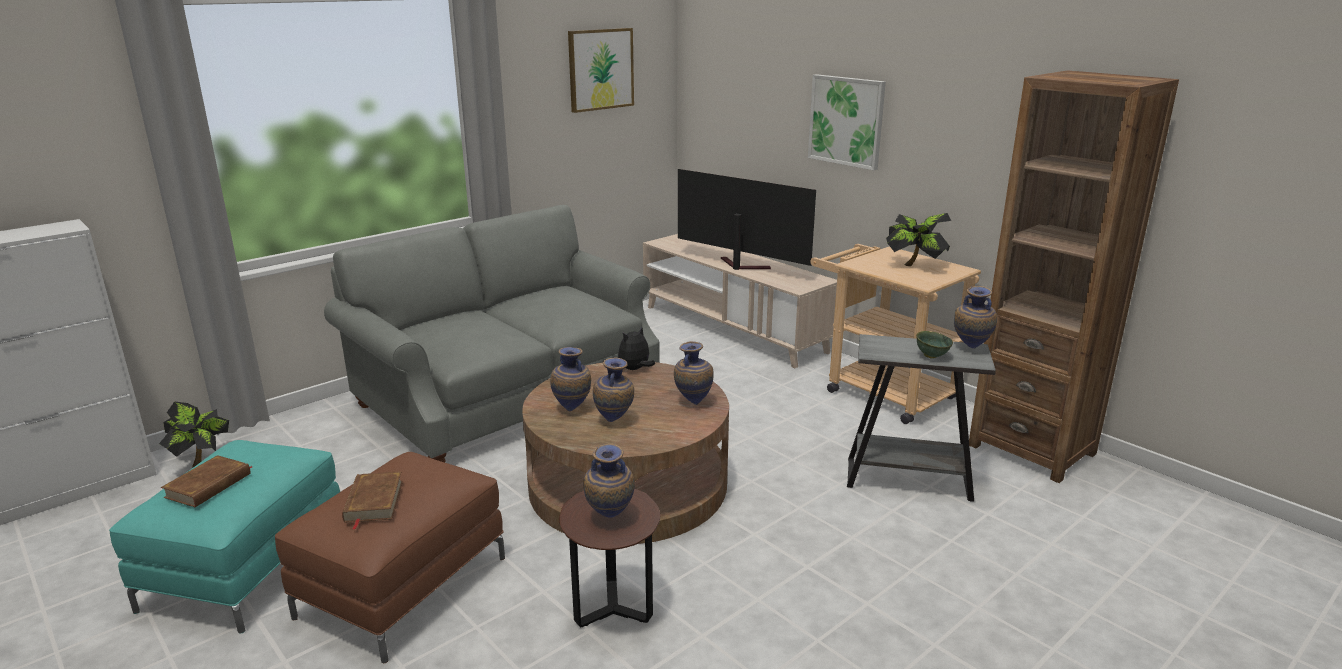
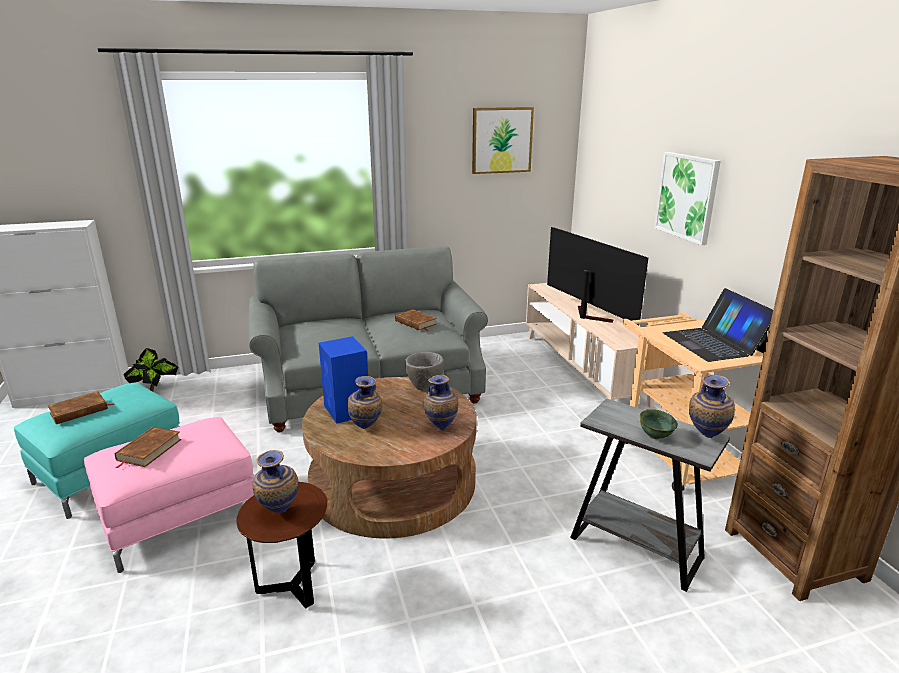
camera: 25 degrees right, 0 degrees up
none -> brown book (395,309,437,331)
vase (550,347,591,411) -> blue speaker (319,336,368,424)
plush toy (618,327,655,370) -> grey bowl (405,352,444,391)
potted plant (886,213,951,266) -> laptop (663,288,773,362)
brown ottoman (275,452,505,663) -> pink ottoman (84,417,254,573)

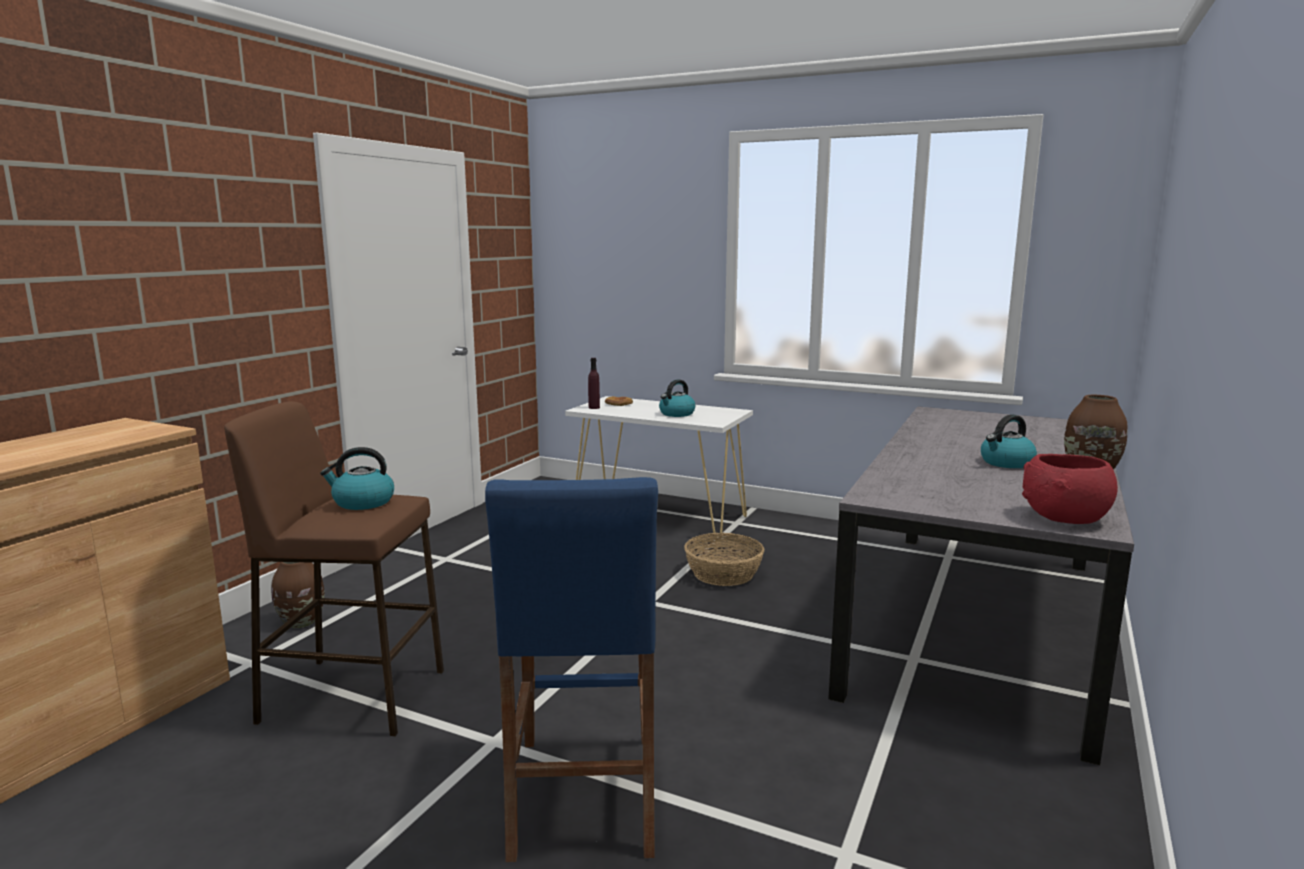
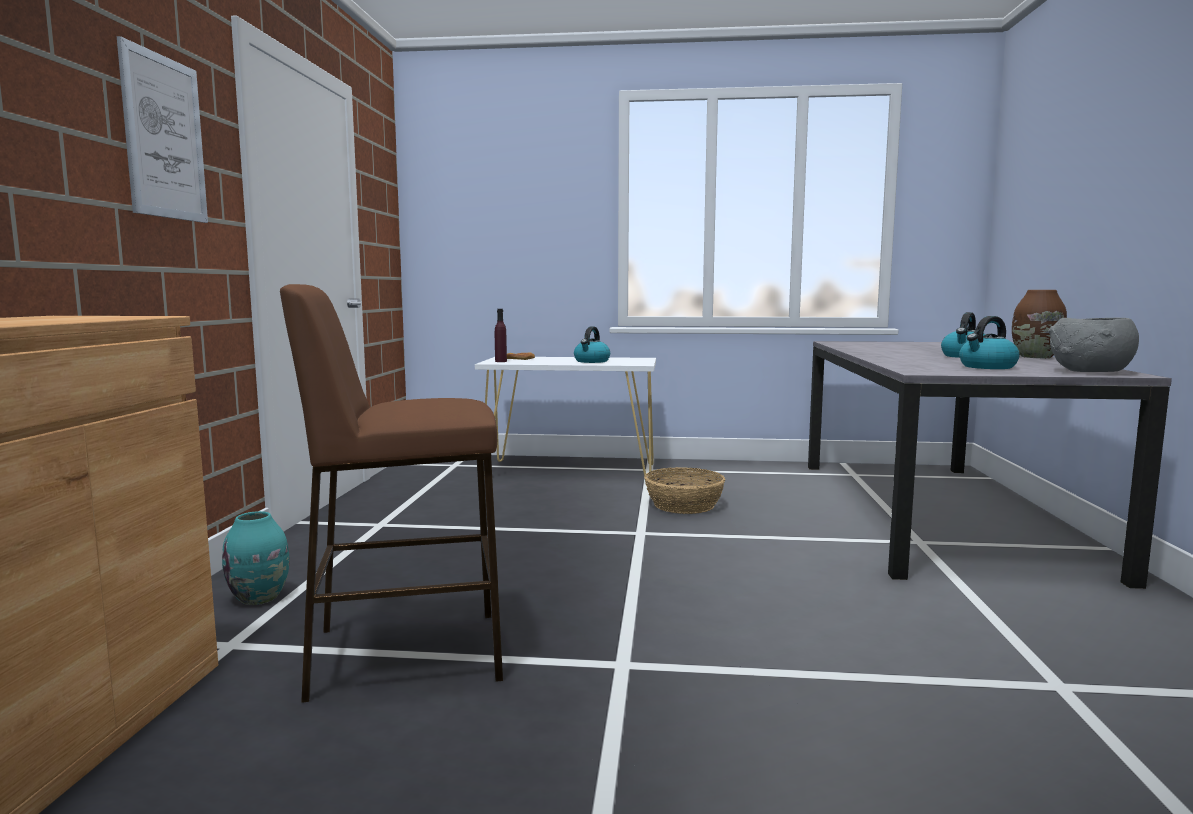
camera: 20 degrees left, 5 degrees down
blue stool (485,477,658,862) -> none
none -> picture (117,36,208,223)
kettle (320,447,394,510) -> kettle (959,316,1020,369), move
brown vase (271,562,324,628) -> turquoise vase (222,511,289,605)
red bowl (1022,454,1118,524) -> grey bowl (1048,318,1139,372)

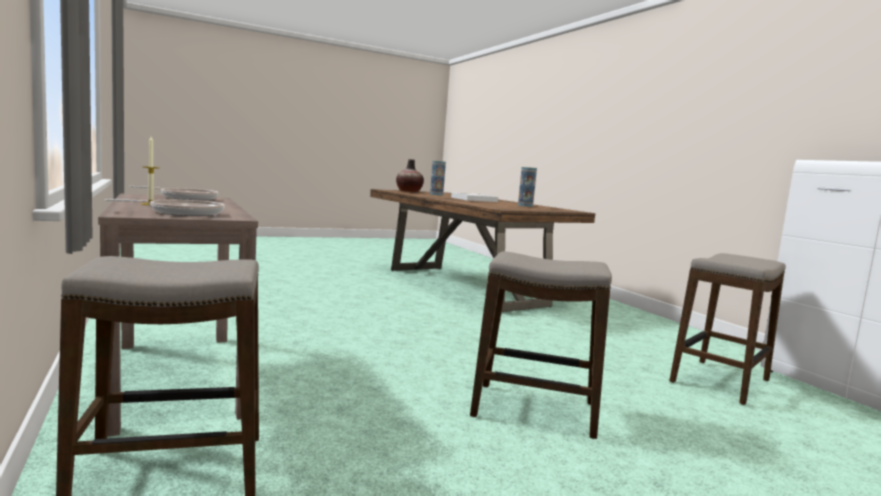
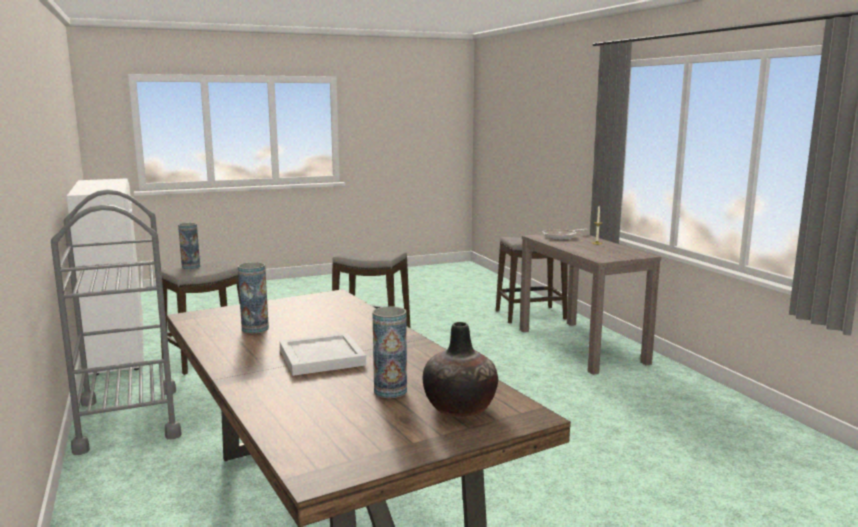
camera: 175 degrees left, 5 degrees up
frying pan (129,186,218,200) -> none
none -> grey cart (51,189,182,455)
none -> vase (178,223,200,269)

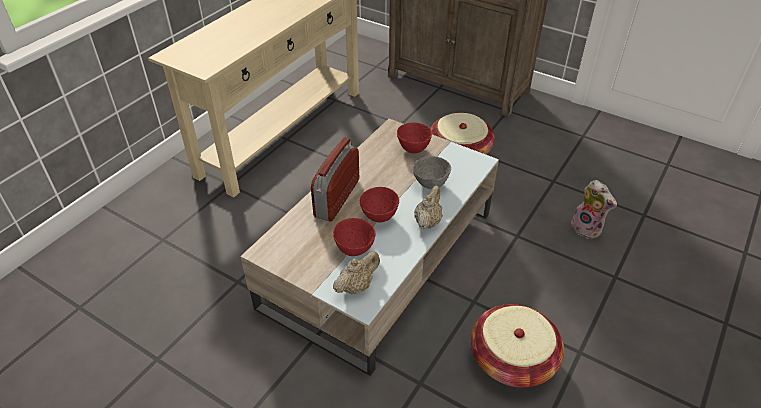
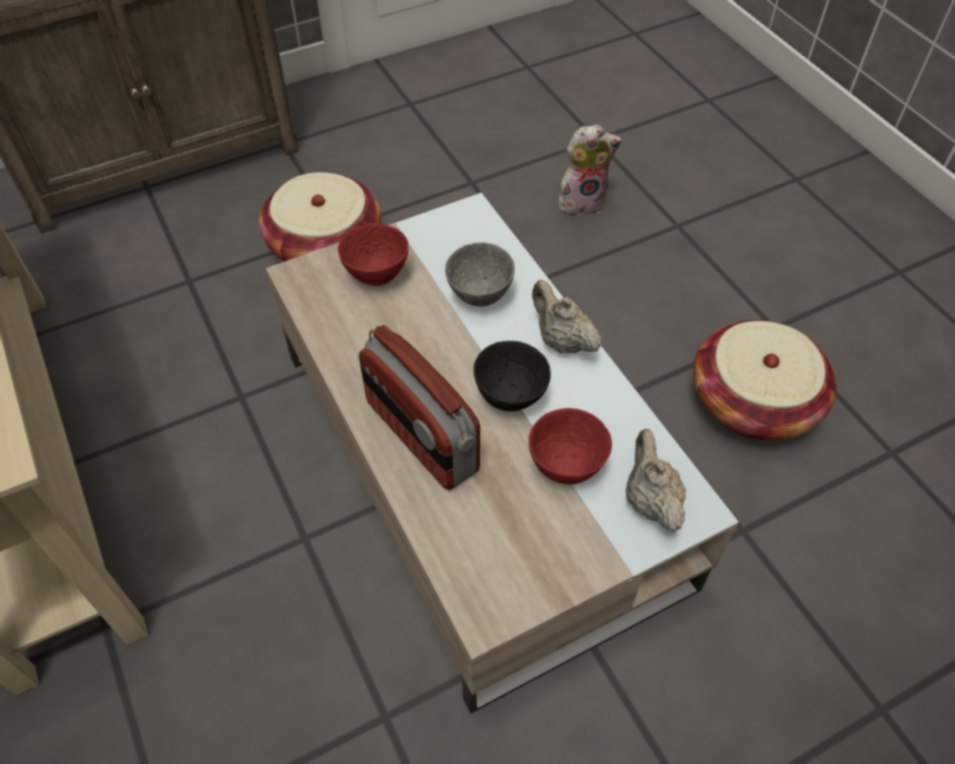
camera: 60 degrees left, 10 degrees up
red bowl (360,187,399,223) -> black bowl (474,341,551,411)

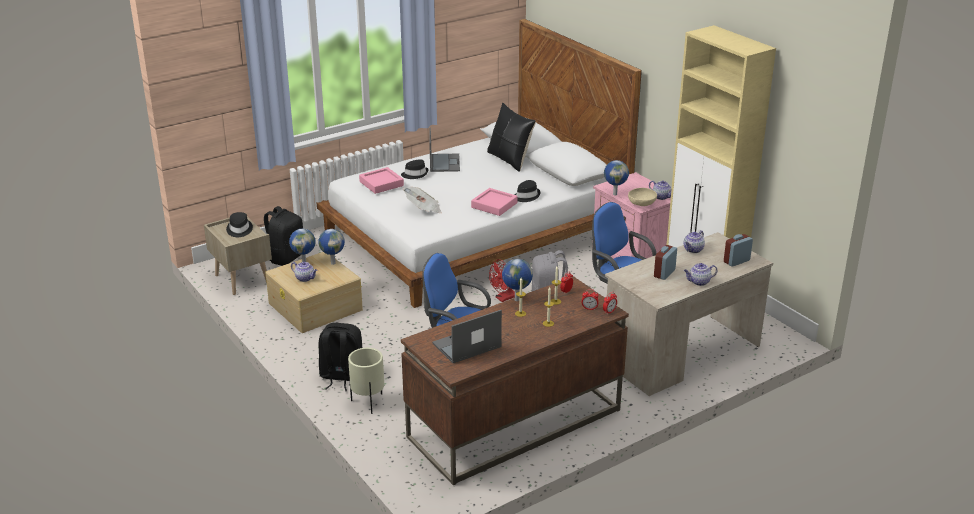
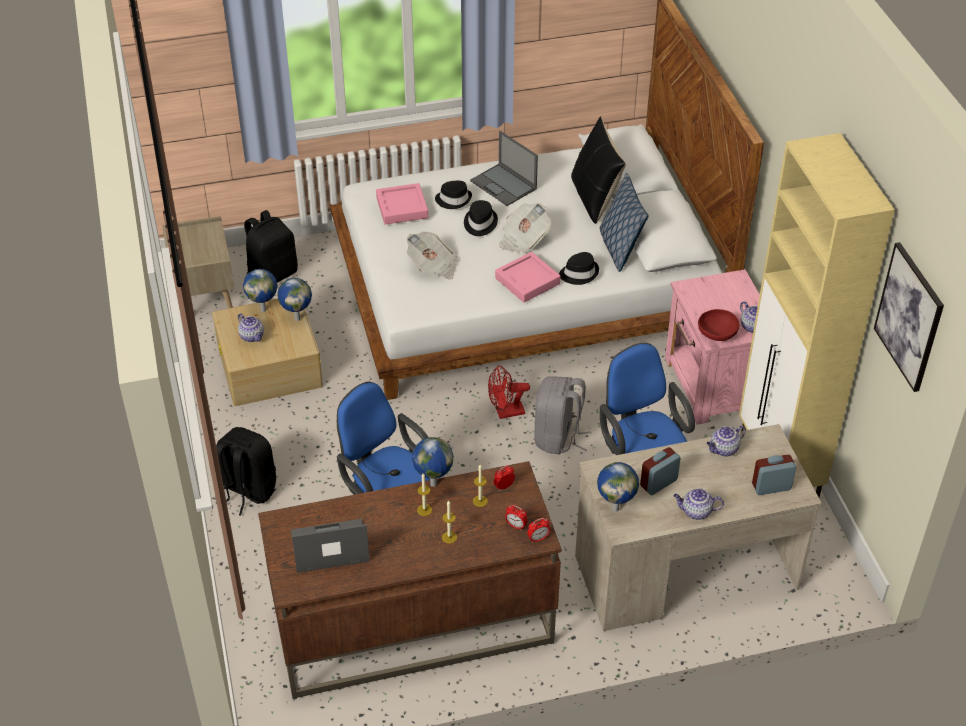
camera: 20 degrees right, 15 degrees up
beige planter (348,348,384,414) -> none
none -> newspaper (499,203,551,254)
none -> pillow (600,173,649,272)
none -> picture (874,242,944,392)
black hat (226,212,253,237) -> black hat (464,200,498,236), move
globe (604,160,629,196) -> globe (597,462,639,512), move
beige bowl (628,188,657,206) -> red bowl (698,309,739,341)
laptop (429,127,460,172) -> laptop (470,131,538,206), 120 degrees clockwise

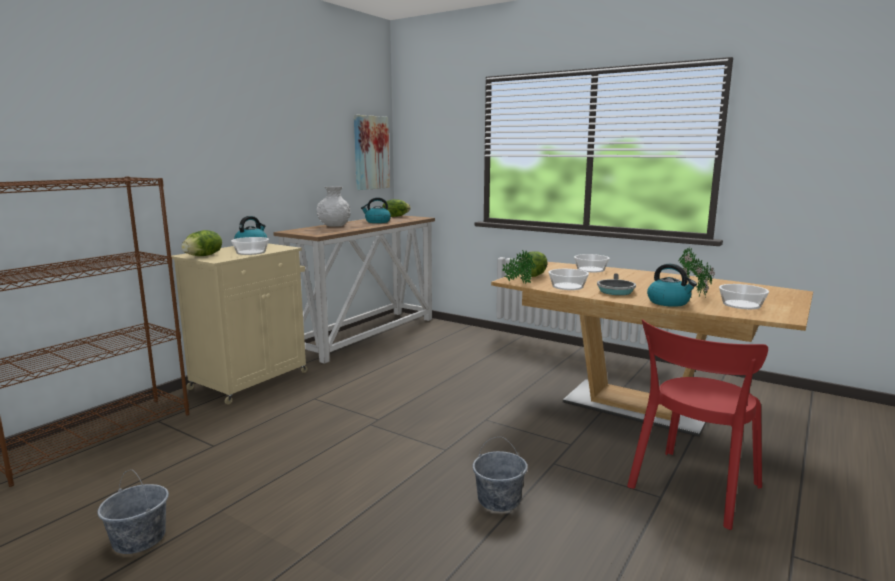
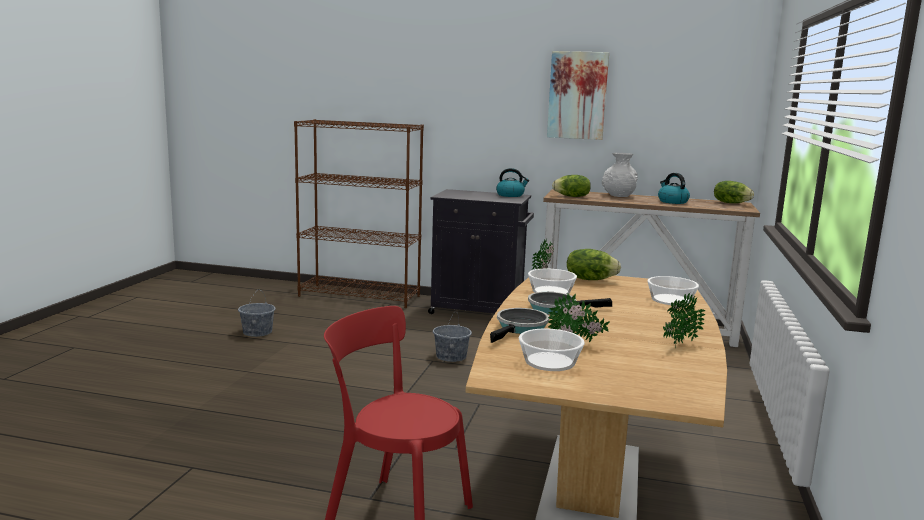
camera: 70 degrees right, 0 degrees up
bowl (231,237,269,255) -> none
lettuce (181,230,222,256) -> lettuce (552,175,591,197), move
picture (354,115,390,190) -> picture (547,51,609,140), move
grey bucket (473,437,528,512) -> grey bucket (433,311,472,362), move
kettle (647,264,697,307) -> frying pan (490,308,549,343)
beige cabinet (172,243,308,405) -> black cabinet (428,189,534,314)

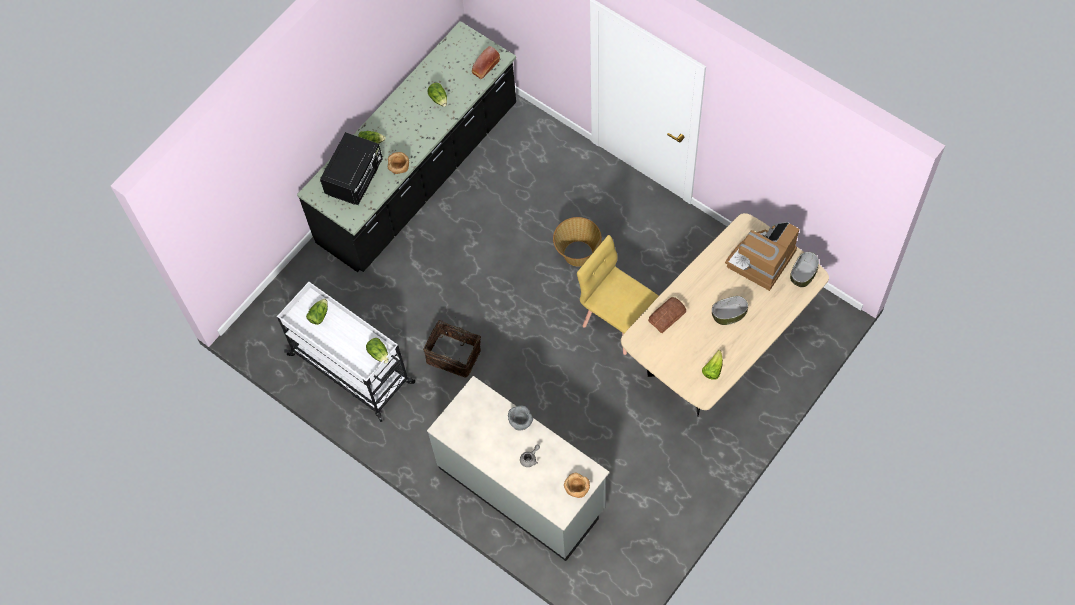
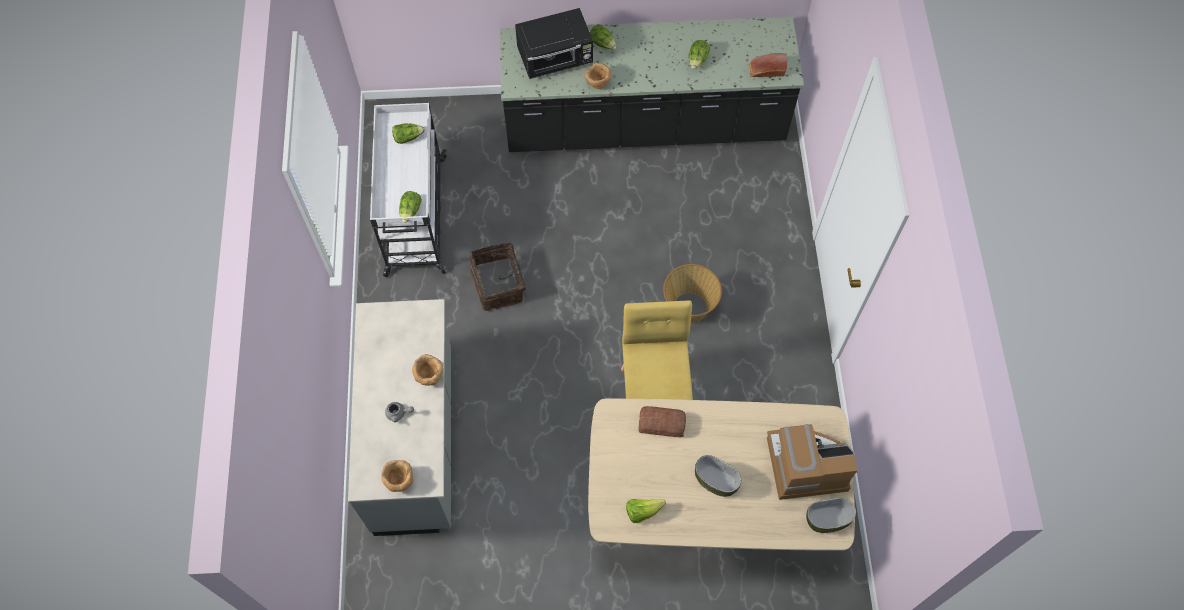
camera: 45 degrees right, 0 degrees up
grey bowl (508,405,533,431) -> brown bowl (412,354,443,386)

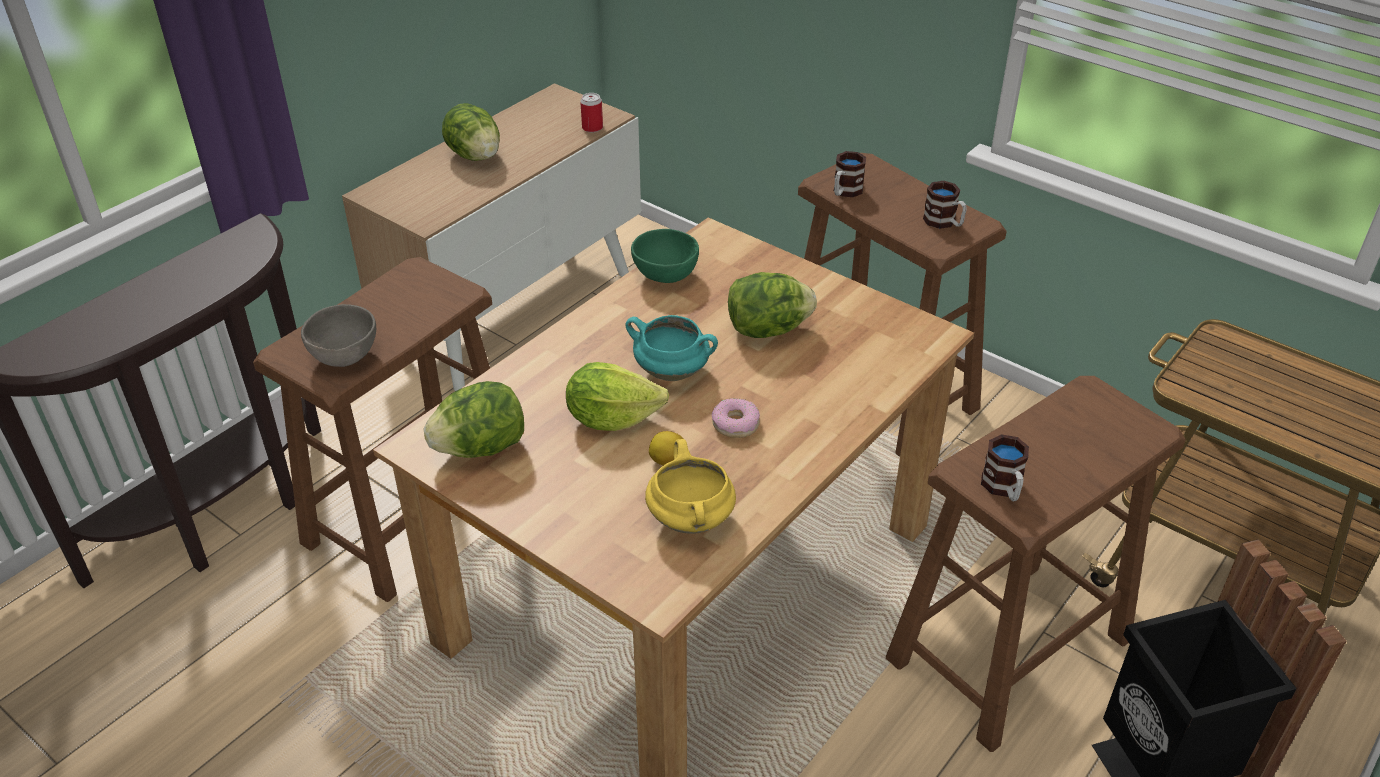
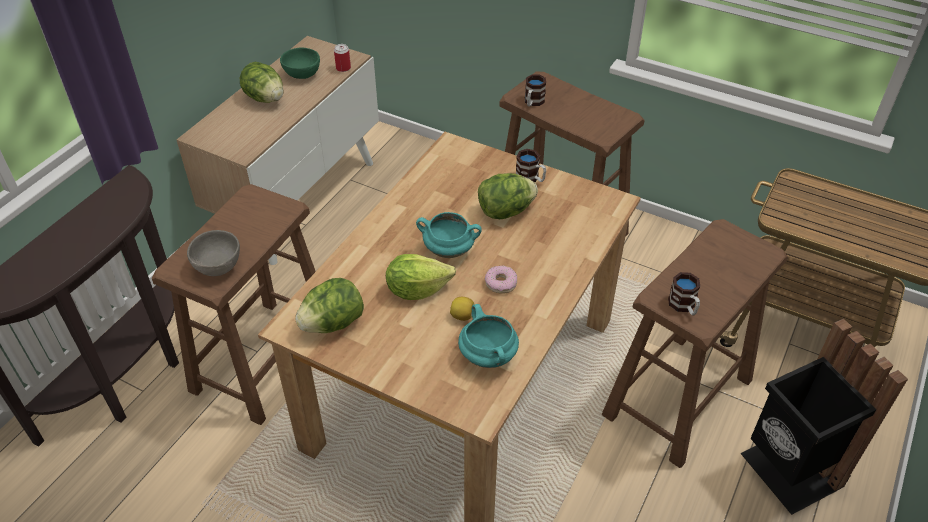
camera: 10 degrees left, 5 degrees up
green bowl (631,229,699,283) -> green bowl (280,47,320,79), move
mug (923,181,967,229) -> mug (516,149,546,182), move
yellow cooking pot (645,439,736,534) -> turquoise cooking pot (458,304,519,368)

